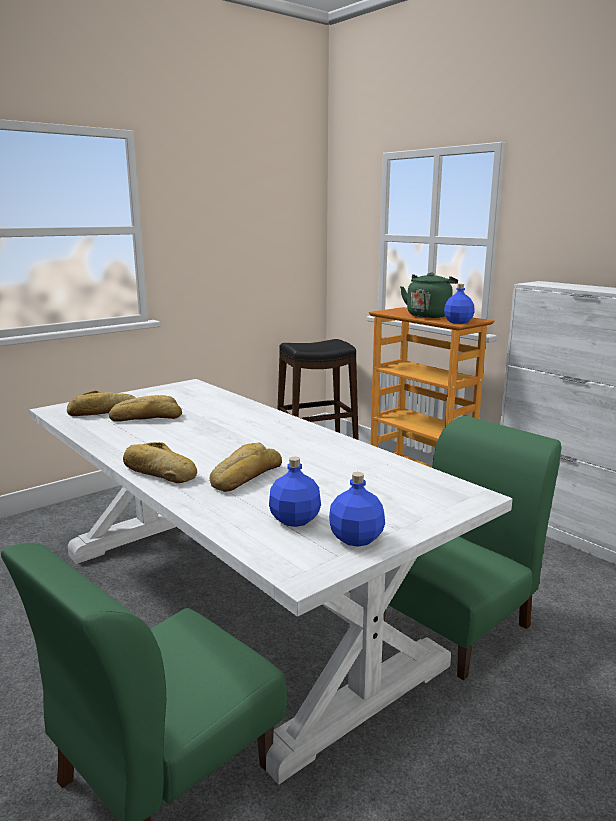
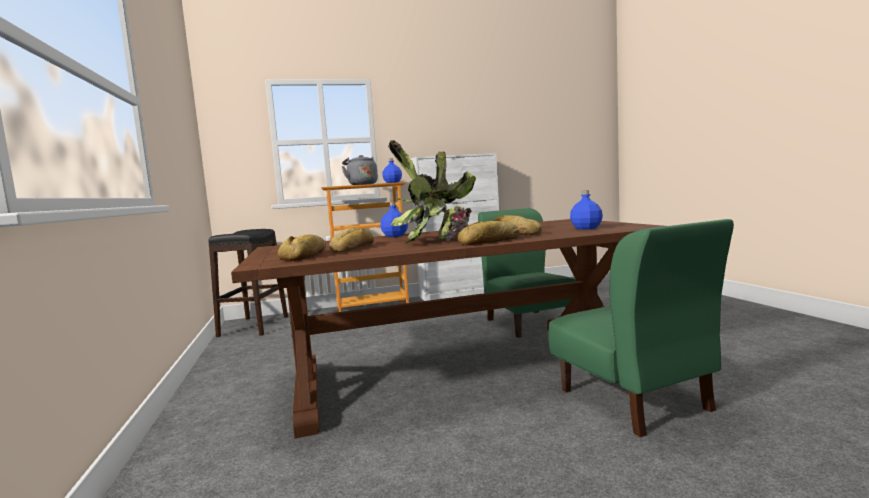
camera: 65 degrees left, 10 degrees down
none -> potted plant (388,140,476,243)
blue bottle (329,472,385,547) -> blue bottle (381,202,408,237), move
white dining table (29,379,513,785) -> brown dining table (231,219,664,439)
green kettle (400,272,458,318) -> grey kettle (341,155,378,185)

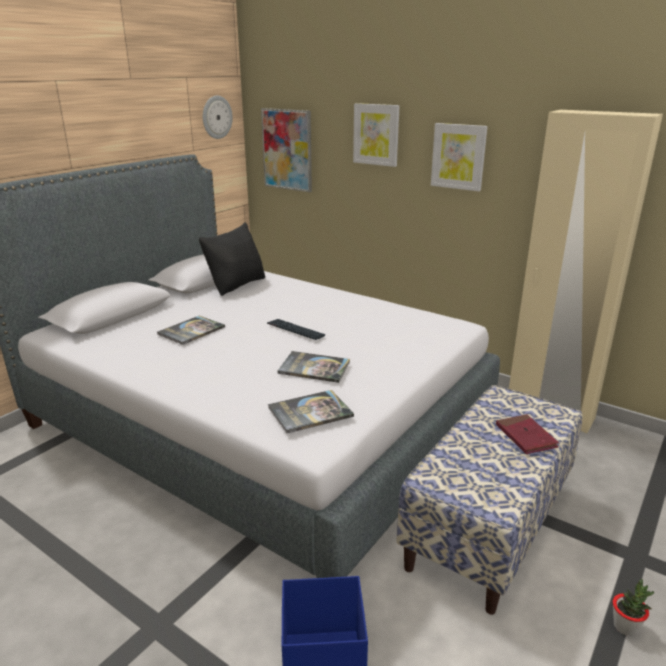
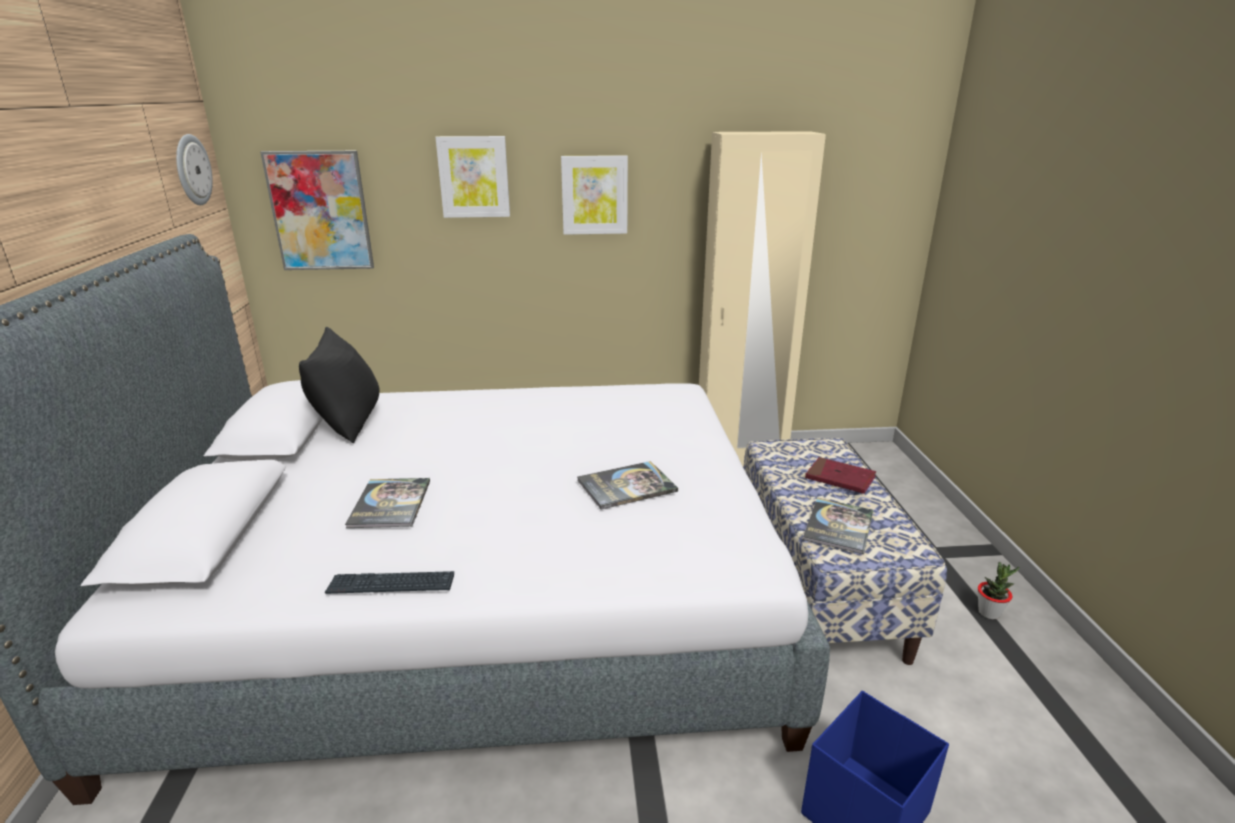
camera: 40 degrees left, 0 degrees up
keyboard (267,319,325,340) -> keyboard (325,571,454,594), move
book (268,390,354,433) -> book (803,498,873,554), move

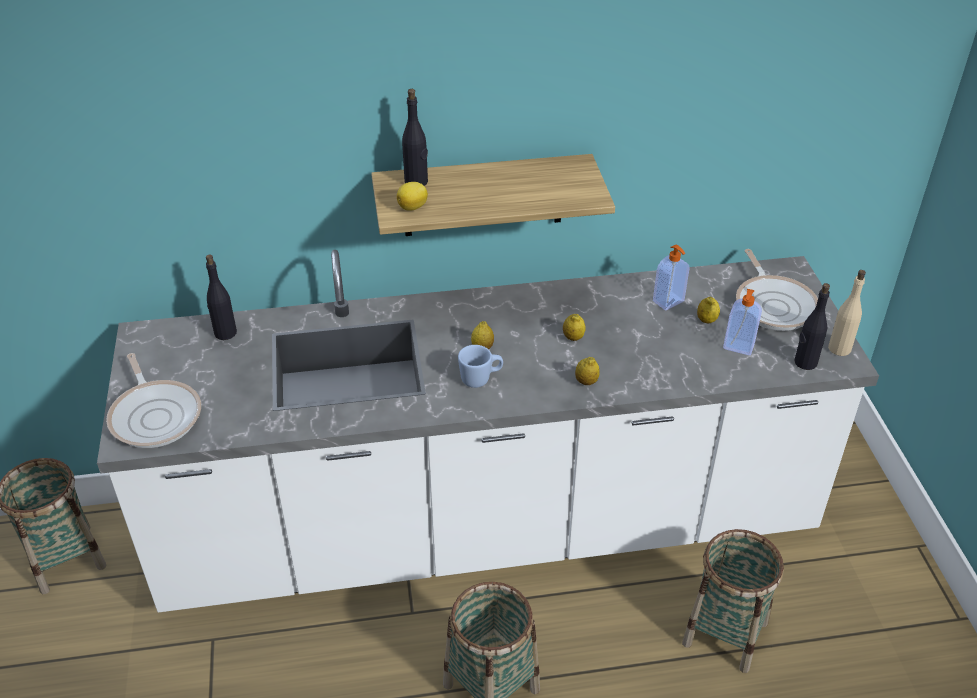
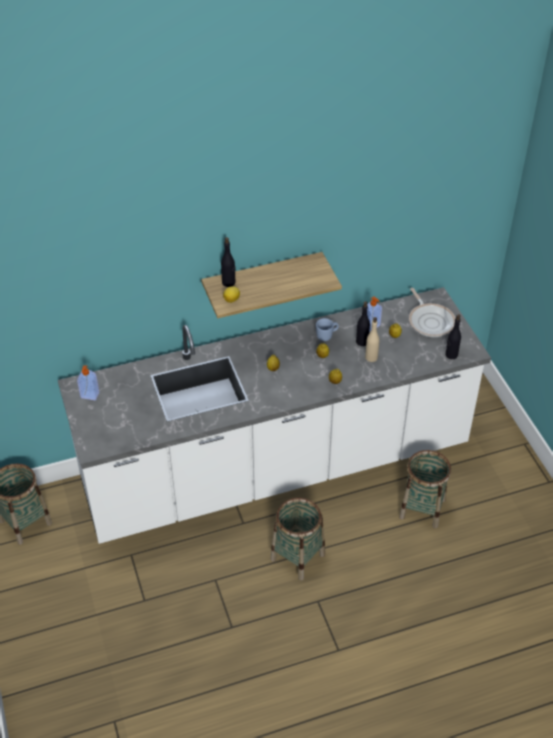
camera: 10 degrees left, 5 degrees up
frying pan (106,353,201,448) -> none
black bottle (206,255,237,340) -> black bottle (356,301,370,346), move
blue mug (458,345,503,388) -> blue mug (316,318,339,341), move
soap dispenser (723,289,762,355) -> soap dispenser (77,365,99,400), move
beige bottle (828,270,866,356) -> beige bottle (365,317,380,362), move

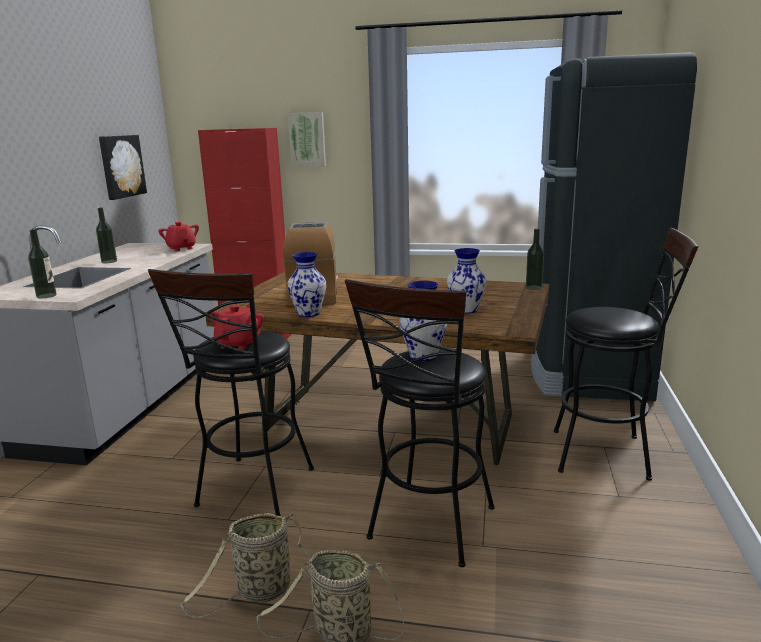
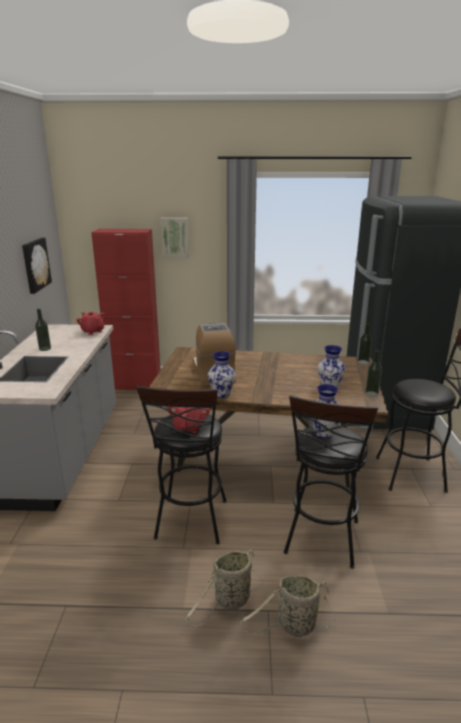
camera: 10 degrees left, 5 degrees up
bottle (28,229,57,299) -> bottle (365,350,382,397), move

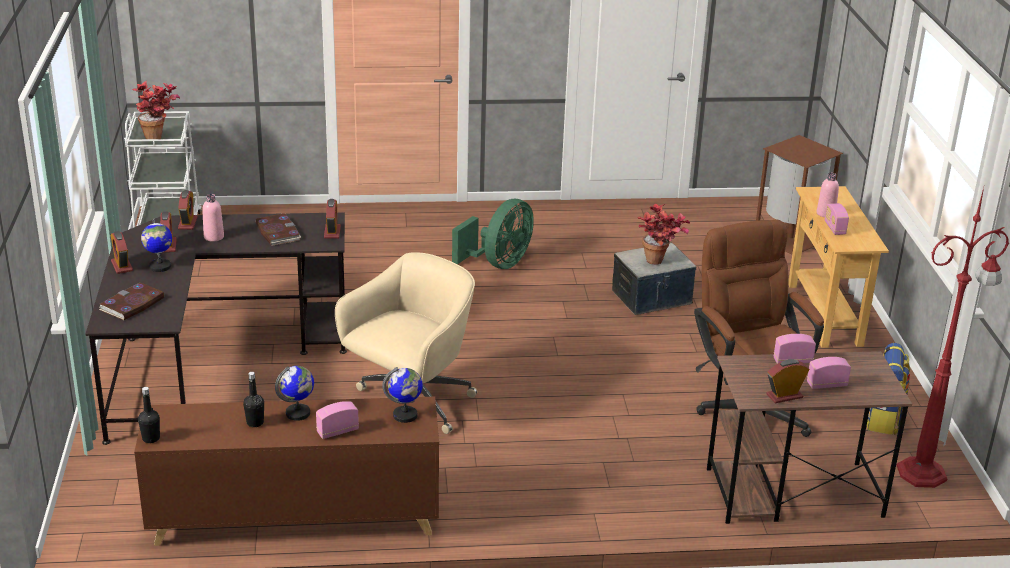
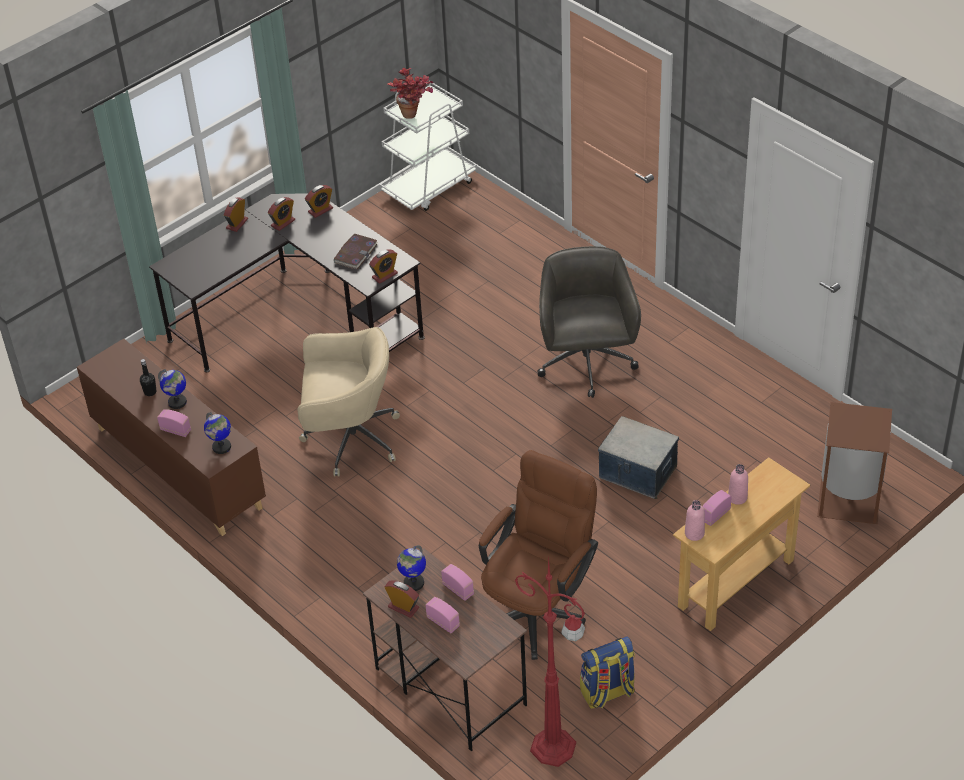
camera: 55 degrees right, 15 degrees up
book (99,283,164,320) -> none
black bottle (138,387,160,443) -> none
potted plant (637,204,690,265) -> none
globe (141,218,172,272) -> globe (397,545,426,591), move
pink bottle (202,194,224,241) -> pink bottle (685,500,705,541), move
green fan (452,198,534,269) -> grey office chair (538,246,641,398)

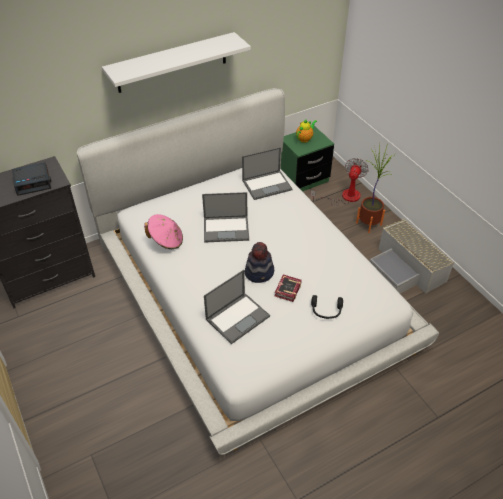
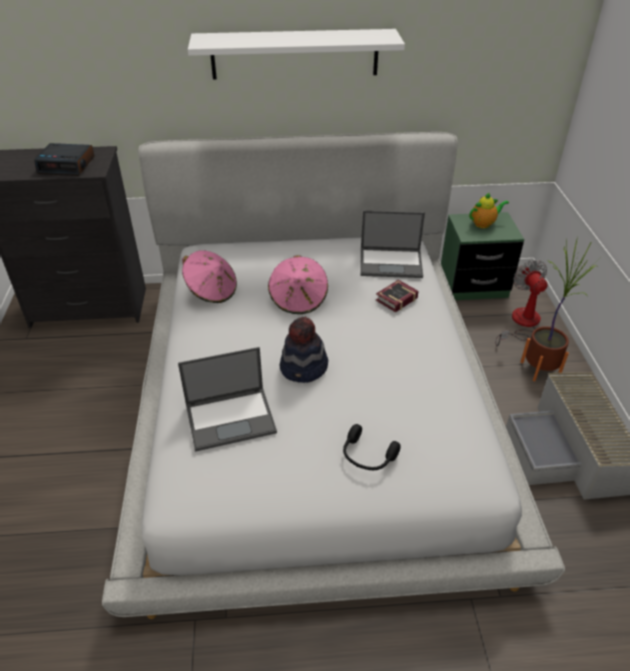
camera: 25 degrees right, 5 degrees down
book (274,275,302,302) -> book (376,280,419,313), move
laptop (202,192,249,243) -> pink hat (268,256,328,314)
fan (310,158,369,206) -> fan (495,260,548,347), 60 degrees counterclockwise

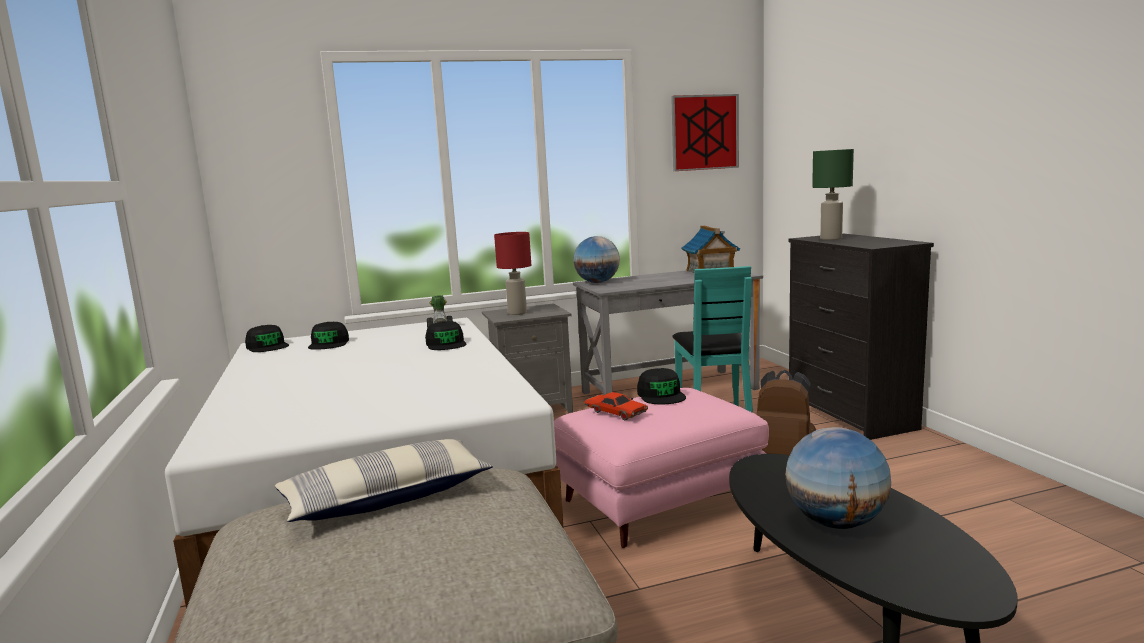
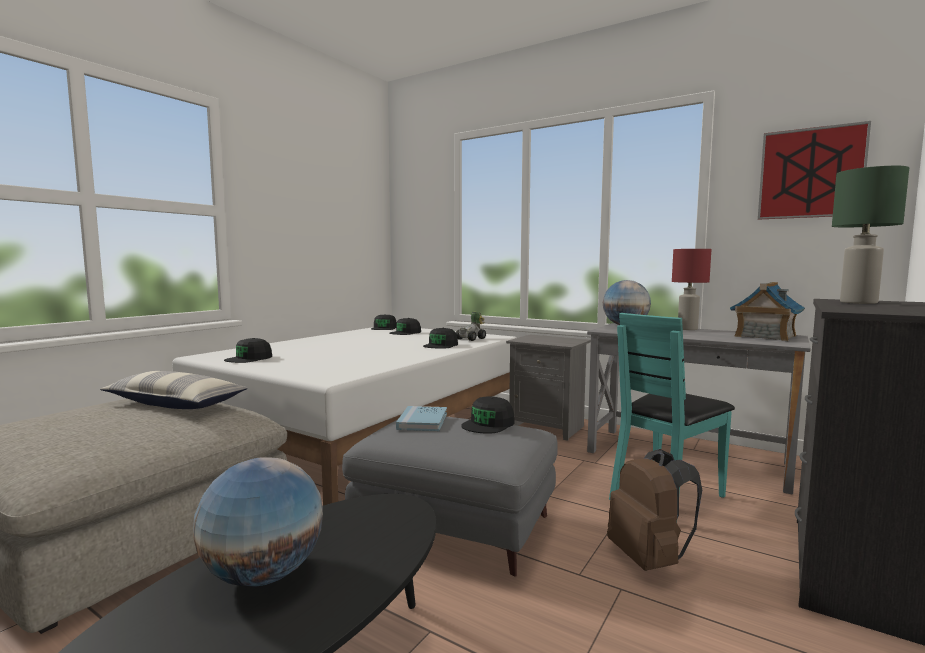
camera: 50 degrees right, 5 degrees down
none -> black cap (224,338,272,363)
red table lamp (494,232,531,315) -> red table lamp (672,249,711,330), move
red toy car (584,392,648,420) -> blue book (396,406,447,431)
pink ottoman (554,388,769,548) -> grey ottoman (342,416,558,577)

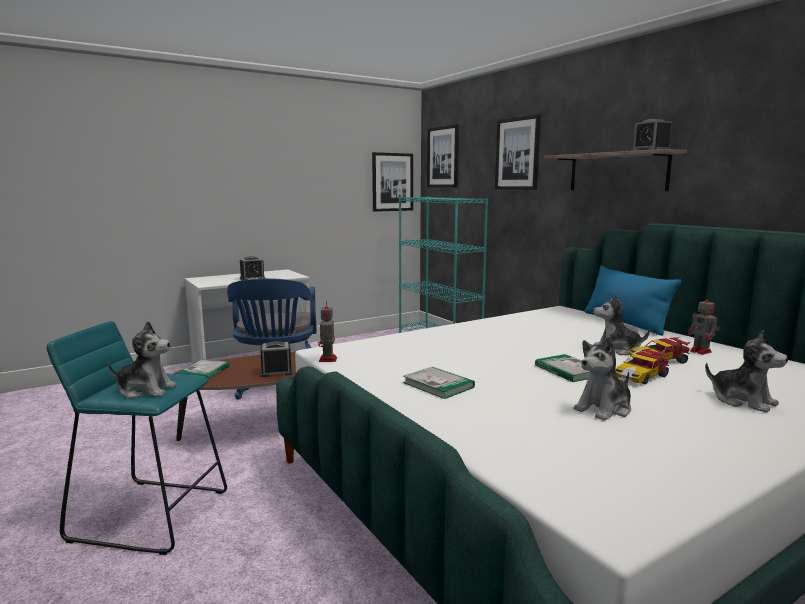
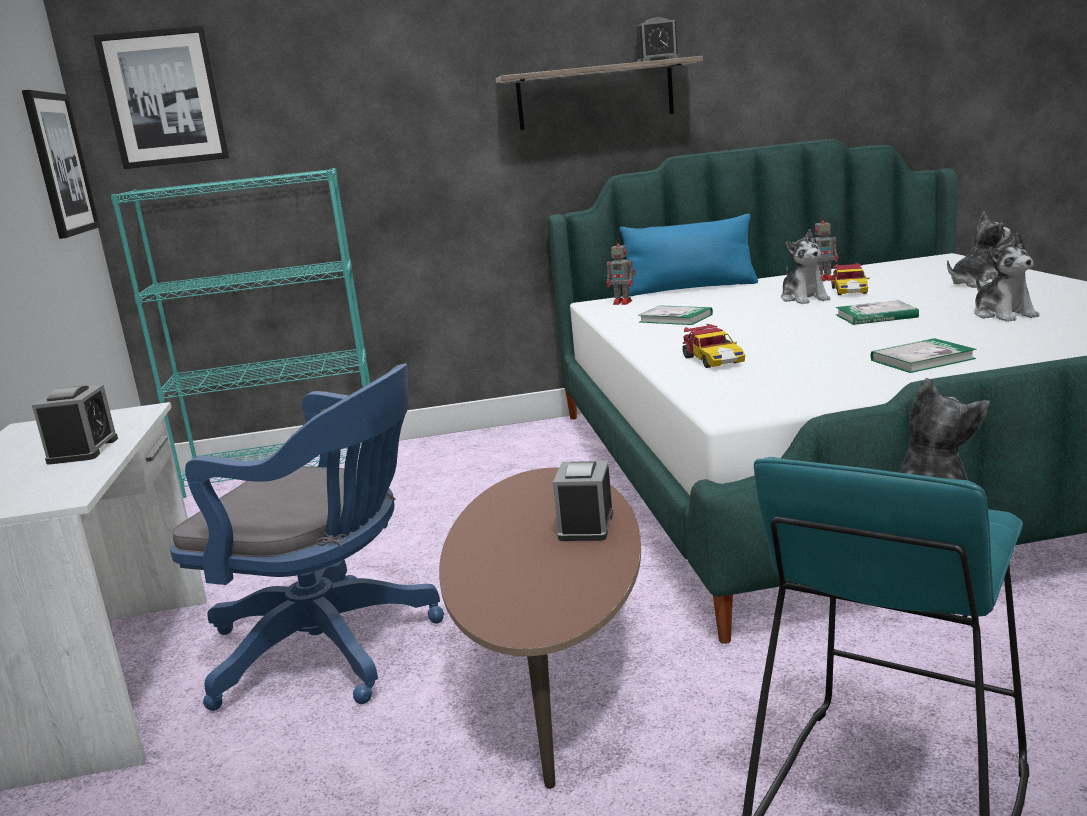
camera: 65 degrees left, 5 degrees up
picture (495,114,541,190) -> none
book (177,360,230,379) -> book (639,305,713,325), move
toy robot (318,301,337,362) -> toy robot (607,238,636,305), move
toy car (615,349,669,384) -> toy car (683,324,745,368), move
plush toy (593,295,650,355) -> plush toy (781,229,830,304), 45 degrees counterclockwise

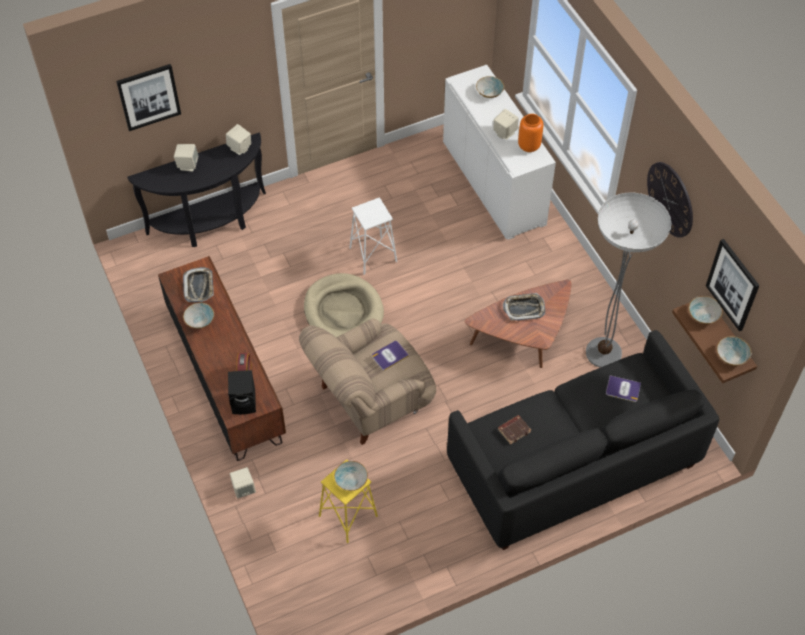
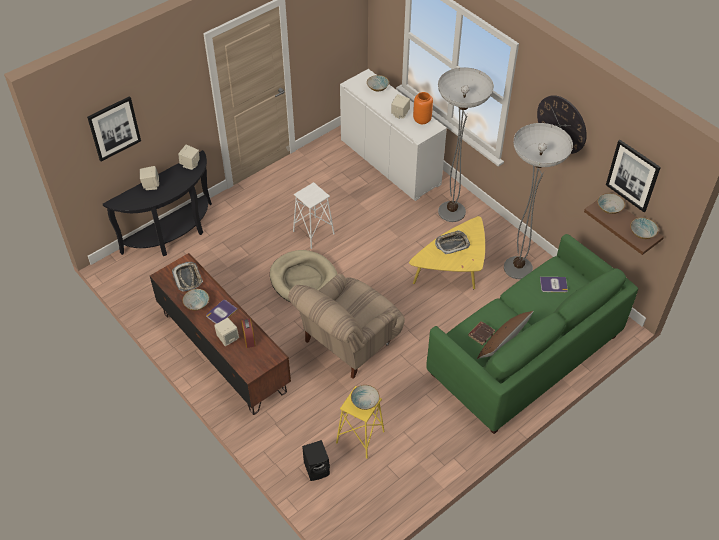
camera: 15 degrees left, 5 degrees down
none -> floor lamp (438,67,494,222)
none -> brown pillow (477,311,534,359)
black speaker (228,370,256,414) -> black speaker (302,440,330,481), move
beige speaker (230,467,256,499) -> beige speaker (214,318,239,346), move
book (372,341,409,371) -> book (206,300,238,324), move
black sofa (447,330,719,550) -> green sofa (426,234,638,434)
brown coffee table (465,280,571,368) -> yellow coffee table (409,216,485,289)

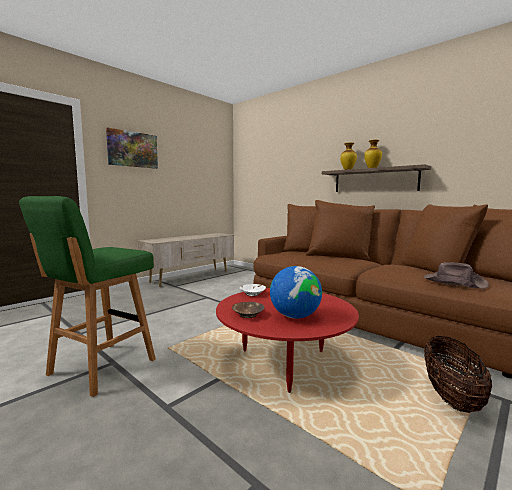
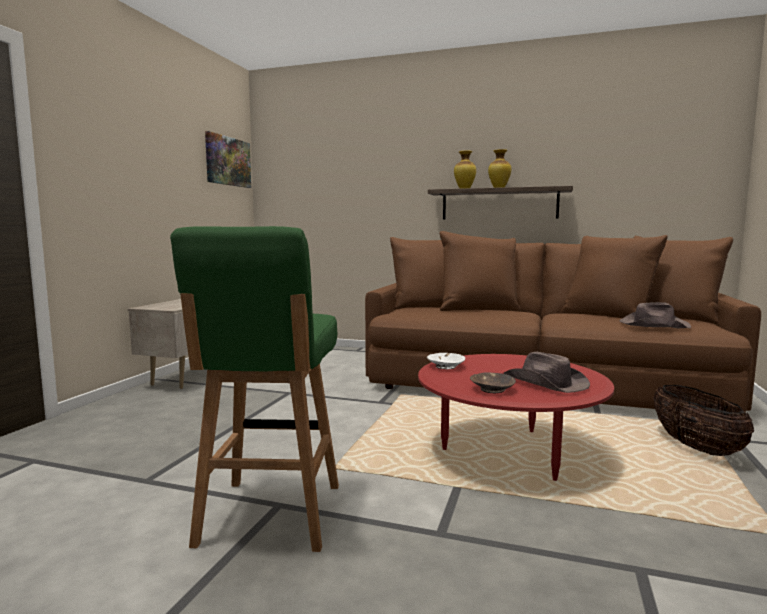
camera: 25 degrees left, 0 degrees up
picture (106,127,158,169) -> picture (205,131,251,188), move
globe (270,266,322,319) -> brown hat (503,352,590,393)

